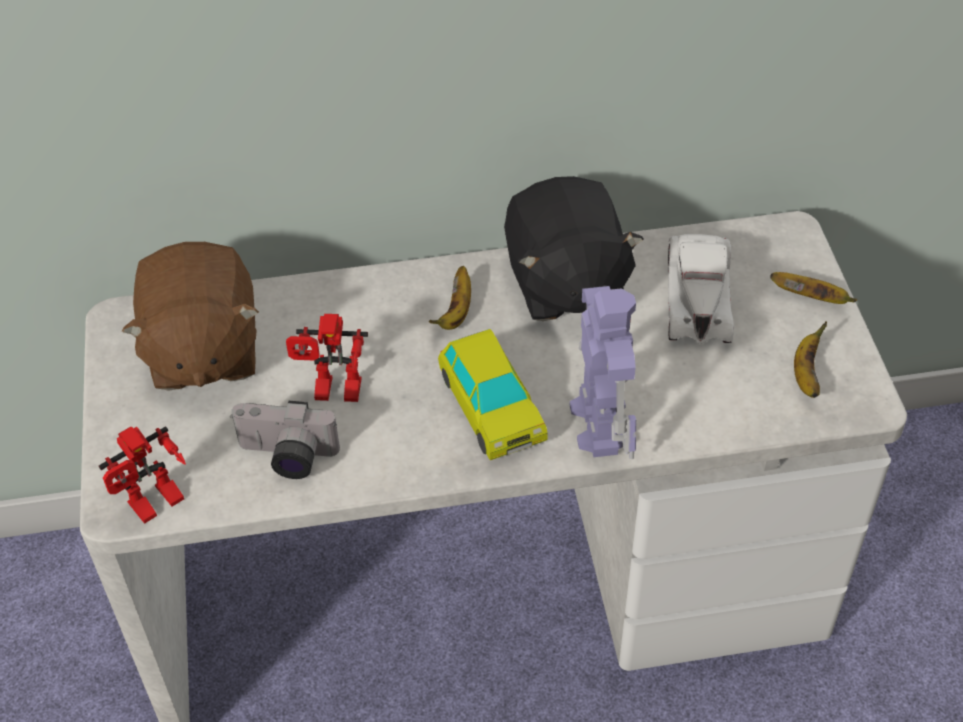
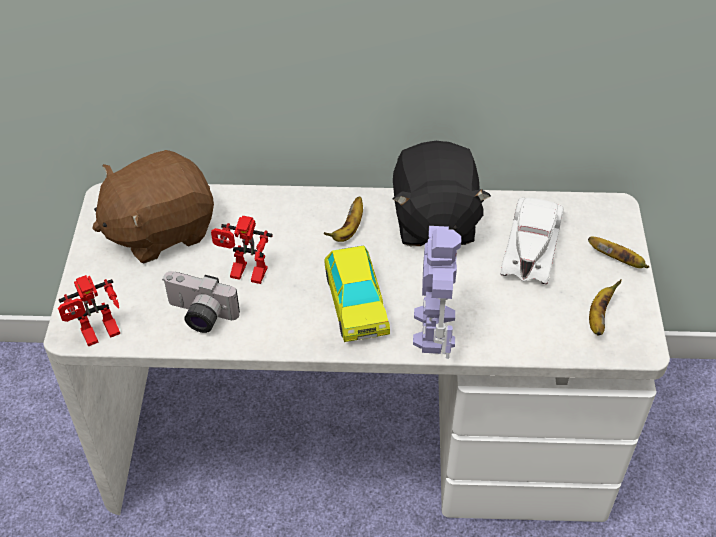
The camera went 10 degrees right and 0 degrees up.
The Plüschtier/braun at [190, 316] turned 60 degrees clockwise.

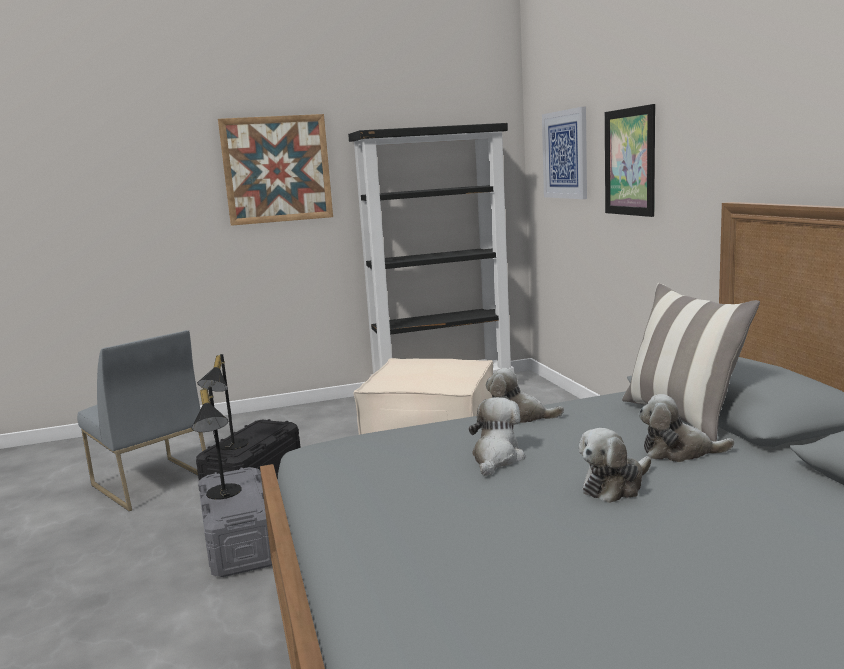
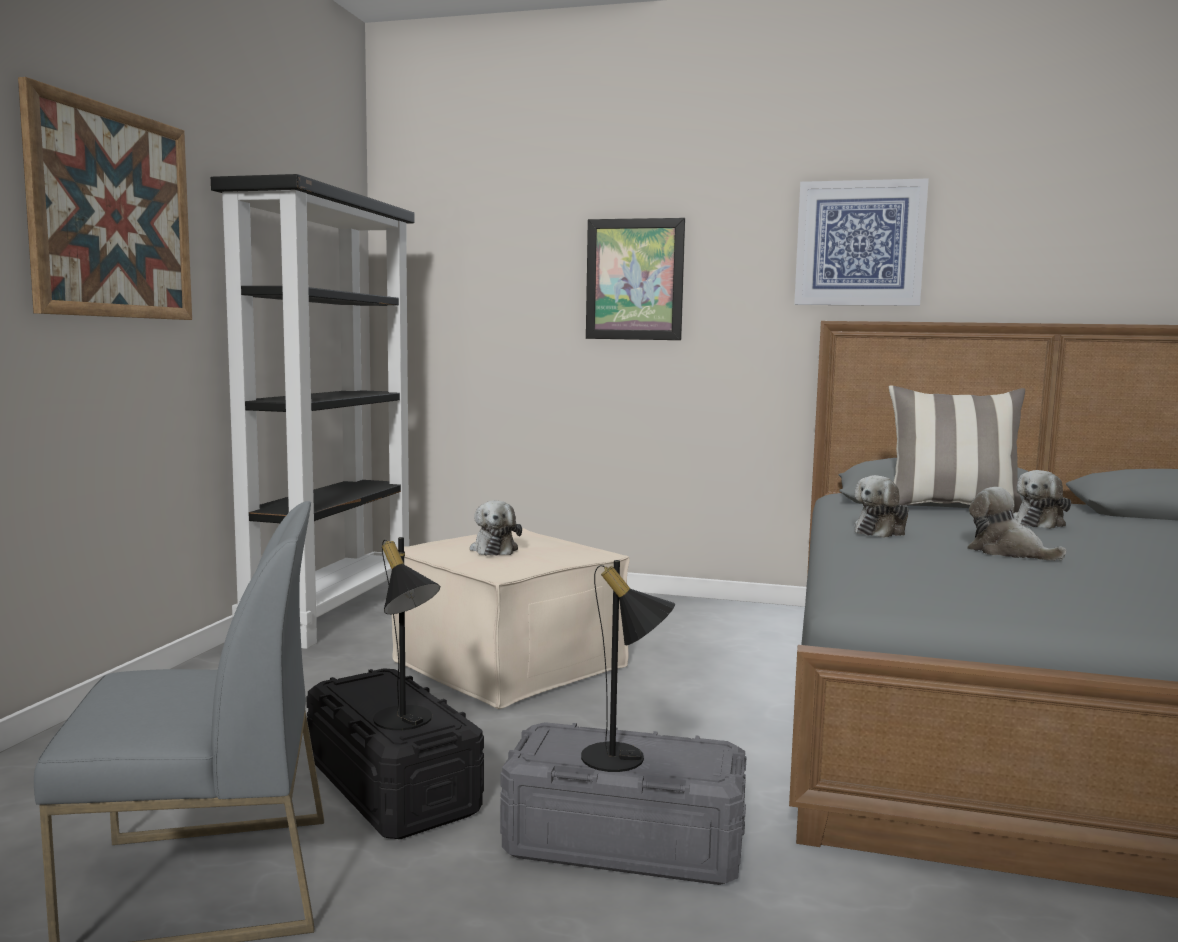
The camera went 60 degrees left and 5 degrees down.
The Bild moved from [564, 153] to [861, 242].
The Plüschtier moved from [615, 465] to [496, 527].

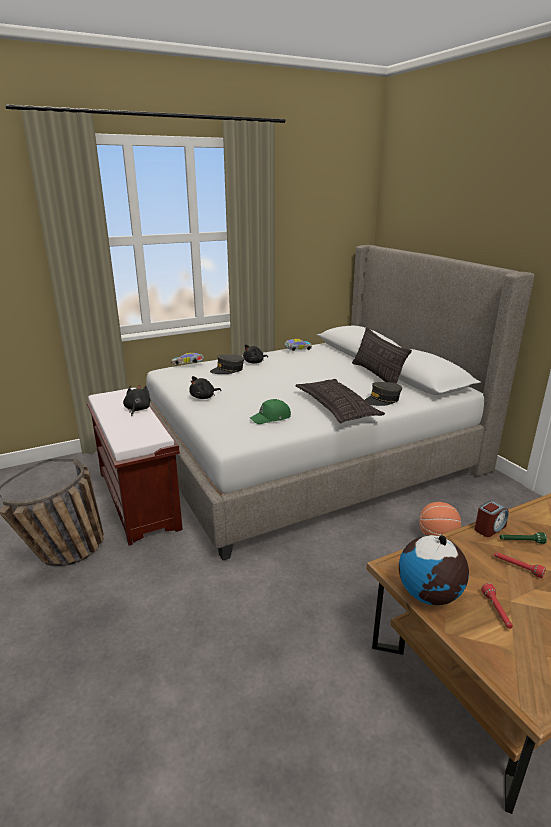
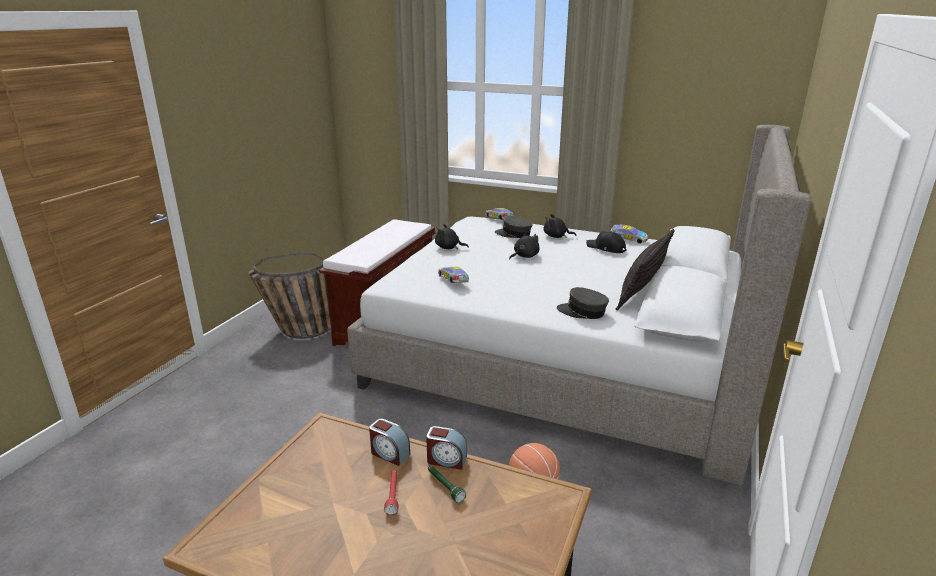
The camera went 50 degrees right and 0 degrees up.
The Kissen at [340, 401] disappeared.
The Plüschtier/schwarz moved from [136, 400] to [524, 245].
The Kappe/grün at [270, 411] was replaced by the Spielzeugauto at [453, 275].
The Globus at [434, 570] disappeared.
The Taschenlampe/rot at [497, 606] disappeared.
The Kappe/schwarz at [606, 242] appeared.
The Wecker at [389, 442] appeared.

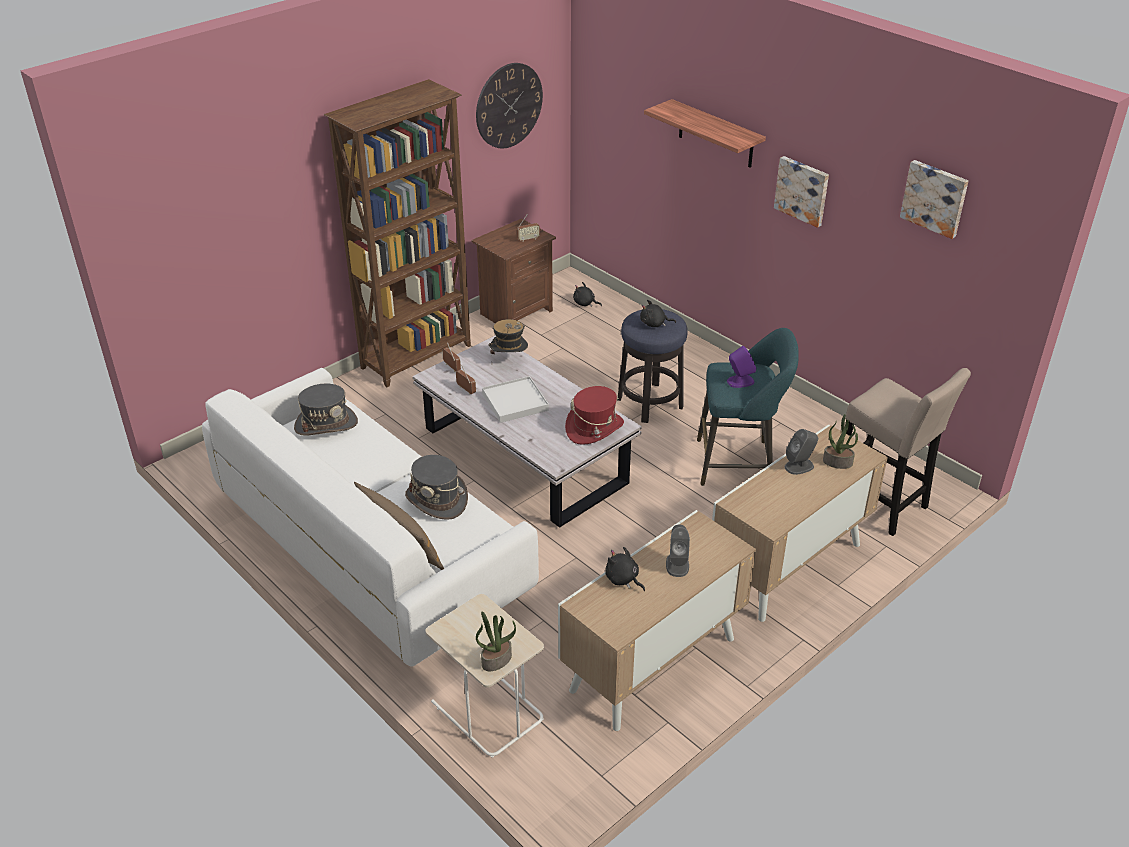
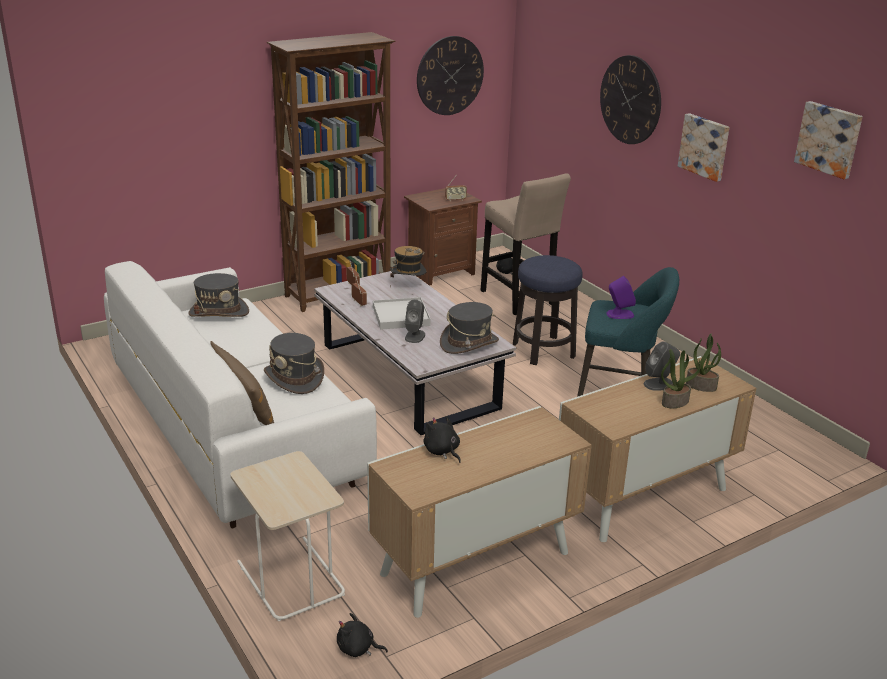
The camera went 10 degrees right and 10 degrees down.
The Wandregal at [705, 133] was replaced by the Wanduhr at [630, 99].
The Plüschtier/schwarz moved from [658, 313] to [362, 635].
The Hocker/beige moved from [908, 452] to [526, 244].
The Hut/rot at [594, 415] became the Hut/grau at [469, 328].
The Lautsprecher/grau moved from [678, 551] to [415, 321].
The Topfpflanze moved from [496, 641] to [681, 378].

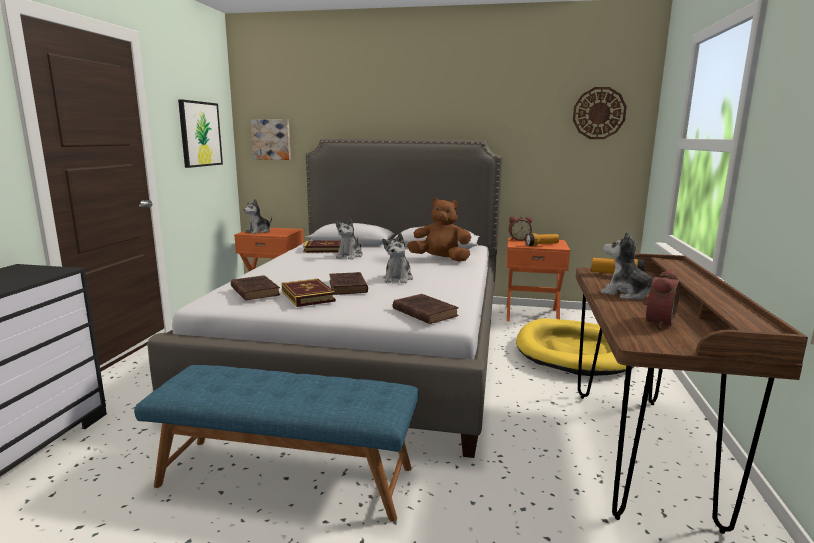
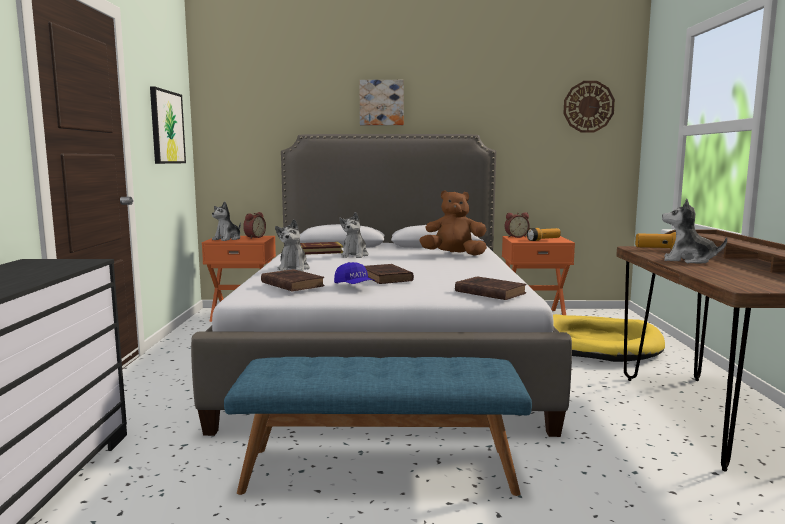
The camera went 10 degrees left and 5 degrees down.
The Bild moved from [271, 140] to [381, 102].
The Plüschtier moved from [397, 258] to [292, 245].
The Wecker moved from [661, 299] to [254, 225].
The Buch at [308, 293] was replaced by the Kappe/blau at [354, 273].

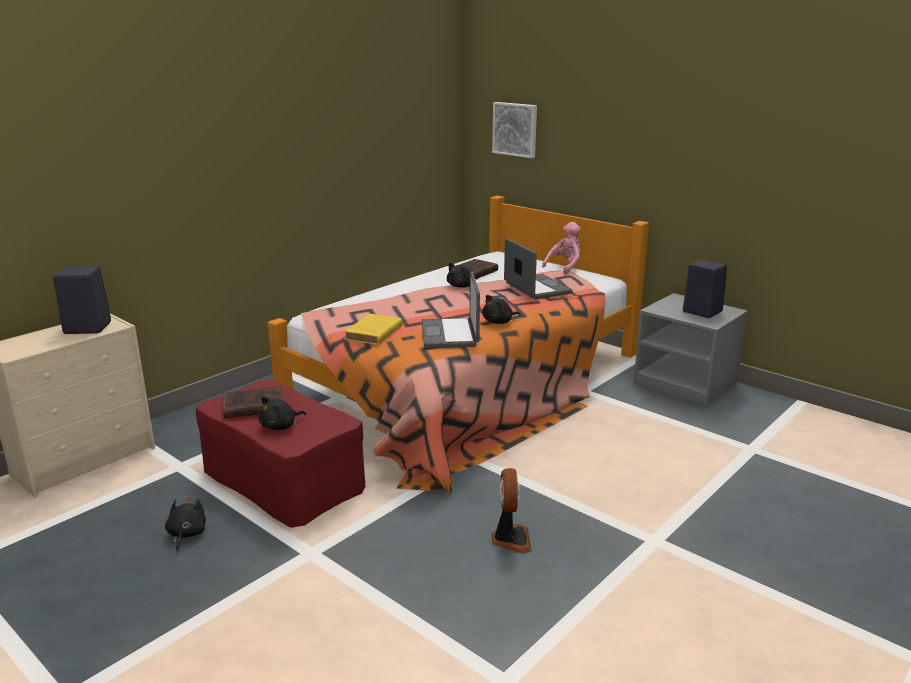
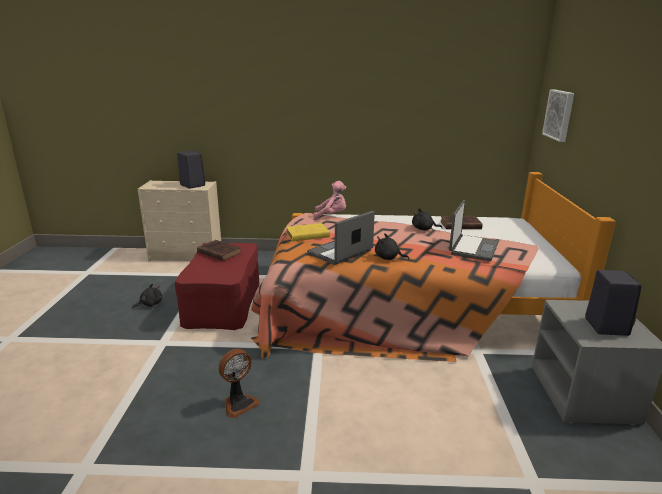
The camera went 50 degrees right and 0 degrees up.
The Plüschtier/rosa moved from [561, 248] to [330, 200].
The Plüschtier/schwarz at [282, 413] disappeared.

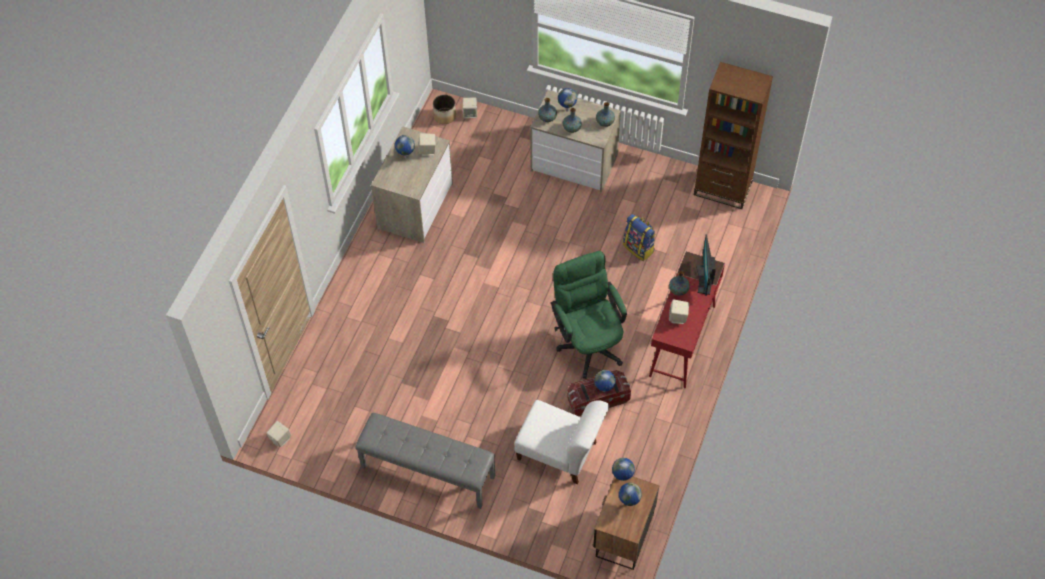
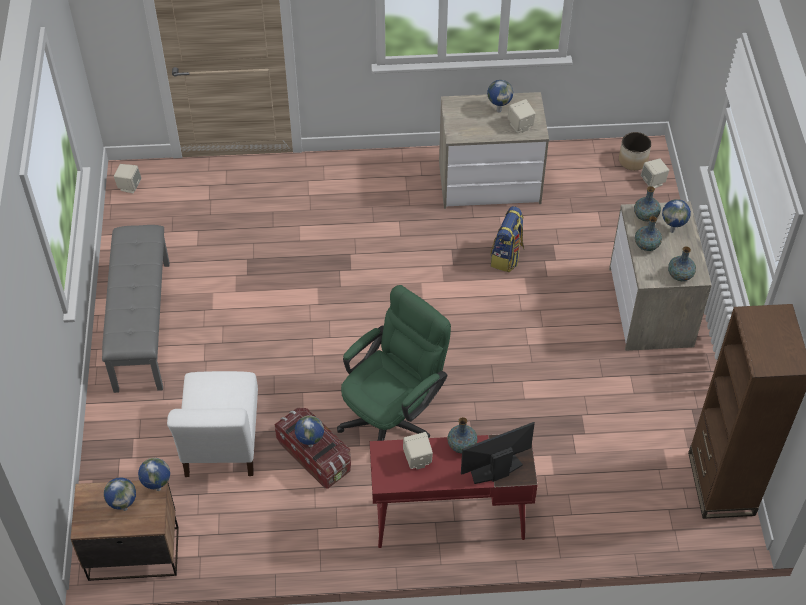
The camera went 65 degrees right and 5 degrees down.
The Rucksack moved from [639, 237] to [507, 239].

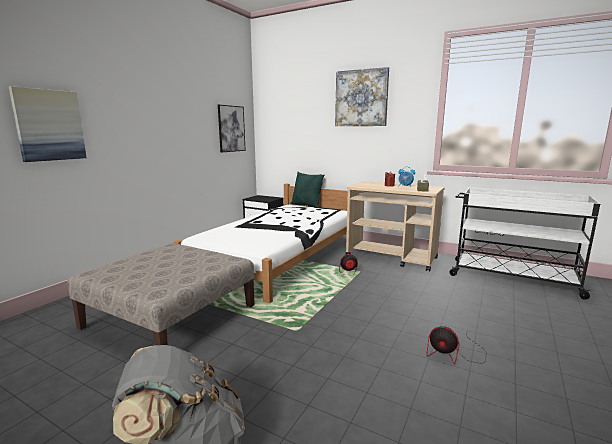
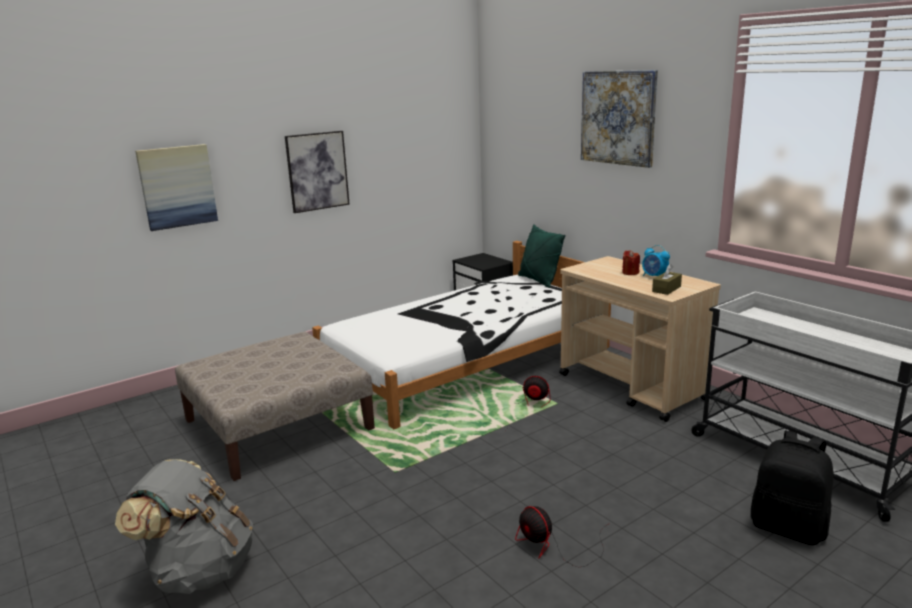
The camera went 25 degrees right and 5 degrees up.
The Bild moved from [232, 128] to [317, 172].
The Rucksack/schwarz at [792, 488] appeared.

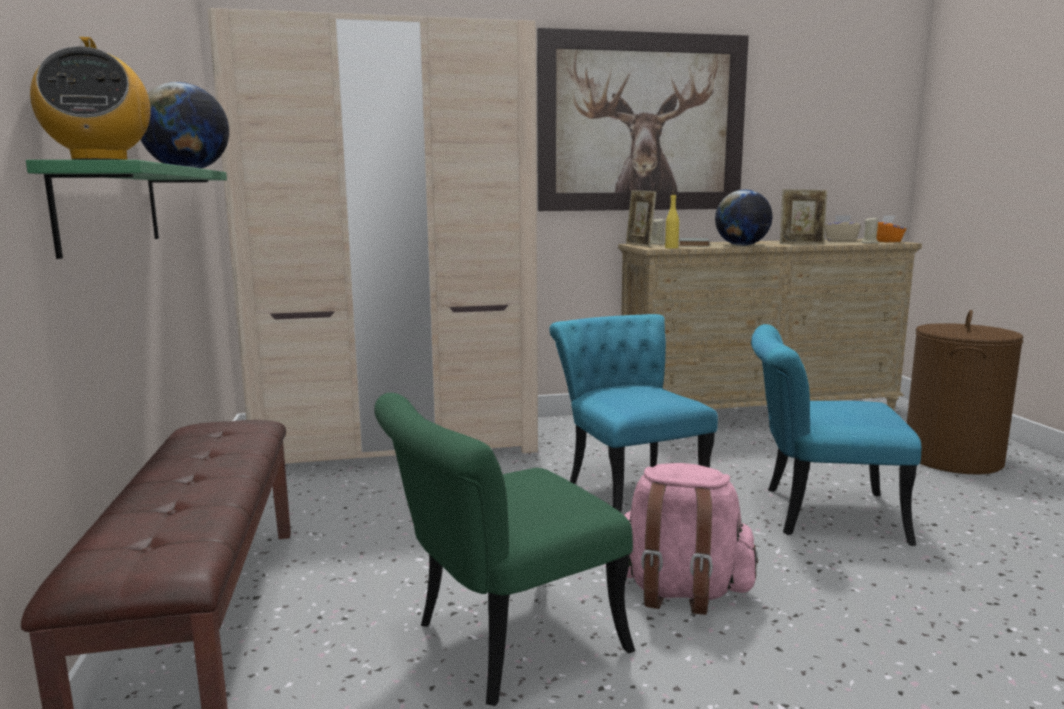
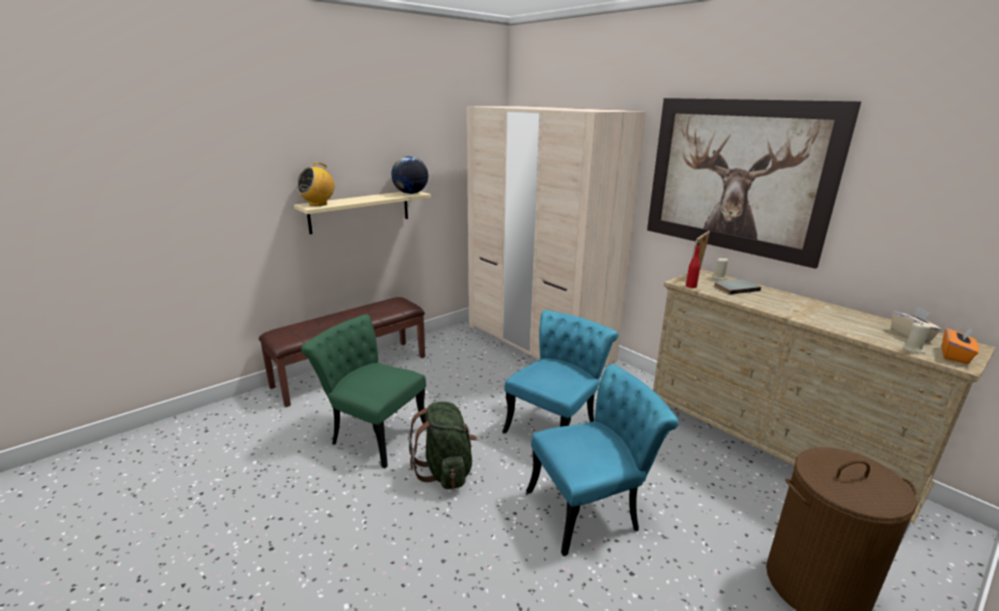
The camera went 60 degrees right and 10 degrees up.
The Wandregal/grün at [126, 209] became the Wandregal/beige at [362, 212].
The Globus at [743, 217] disappeared.
The Bilderrahmen at [803, 216] disappeared.
The Flasche/gelb at [672, 219] became the Flasche/rot at [693, 265].
The Stuhl/türkis at [836, 435] turned 90 degrees clockwise.
The Rucksack/rosa at [691, 539] became the Rucksack/grün at [442, 445].

